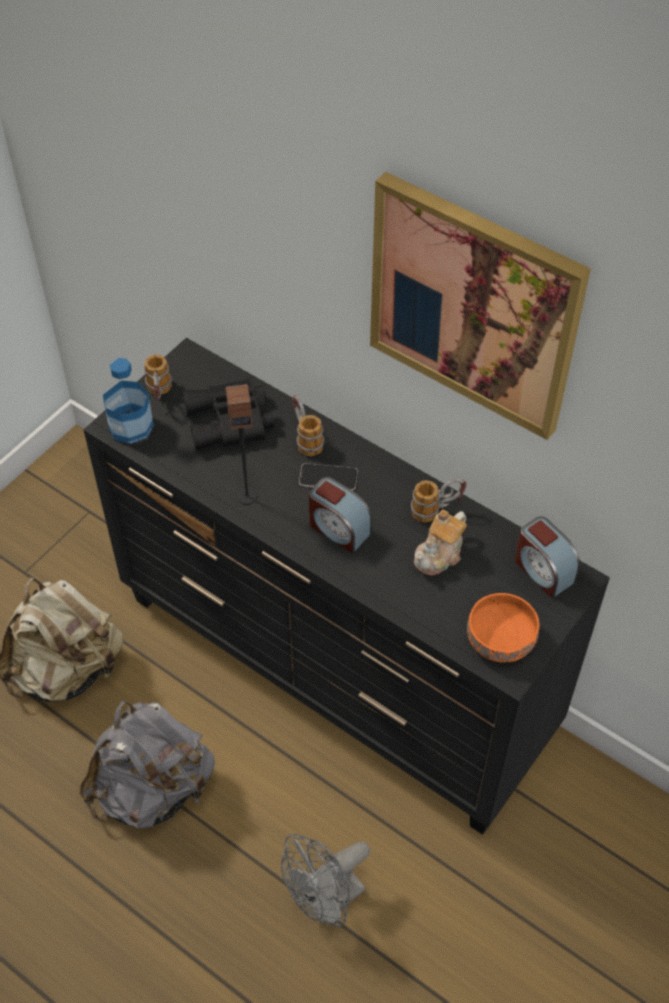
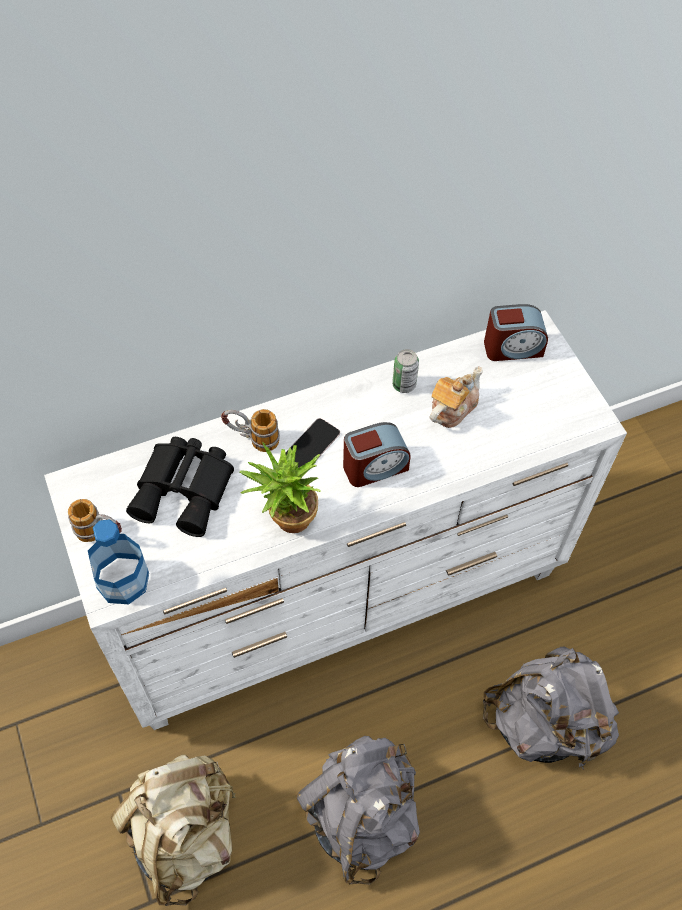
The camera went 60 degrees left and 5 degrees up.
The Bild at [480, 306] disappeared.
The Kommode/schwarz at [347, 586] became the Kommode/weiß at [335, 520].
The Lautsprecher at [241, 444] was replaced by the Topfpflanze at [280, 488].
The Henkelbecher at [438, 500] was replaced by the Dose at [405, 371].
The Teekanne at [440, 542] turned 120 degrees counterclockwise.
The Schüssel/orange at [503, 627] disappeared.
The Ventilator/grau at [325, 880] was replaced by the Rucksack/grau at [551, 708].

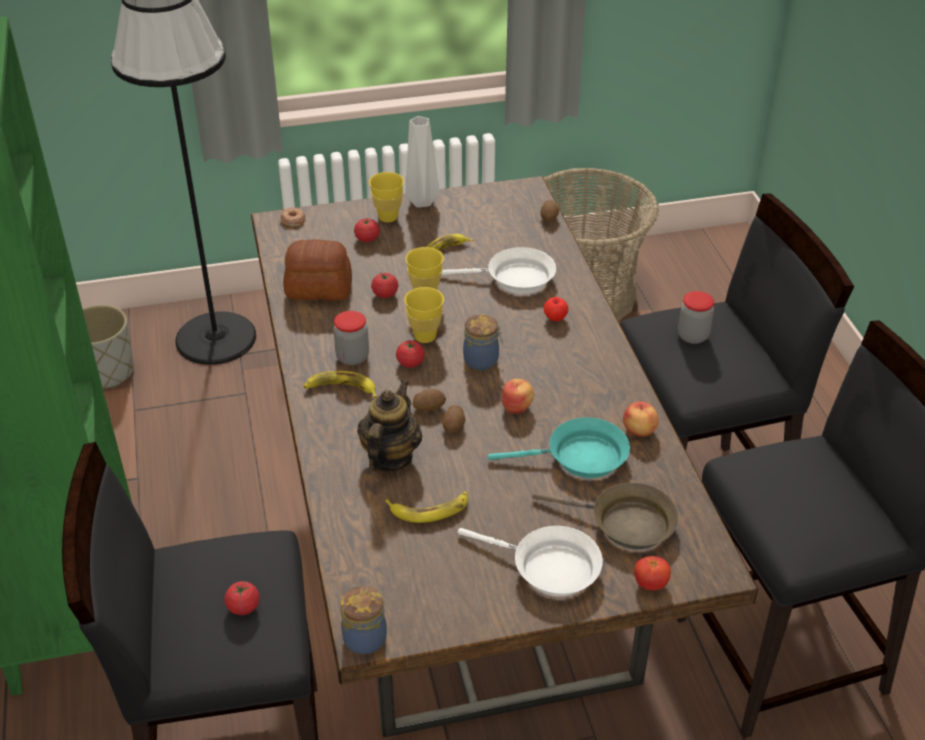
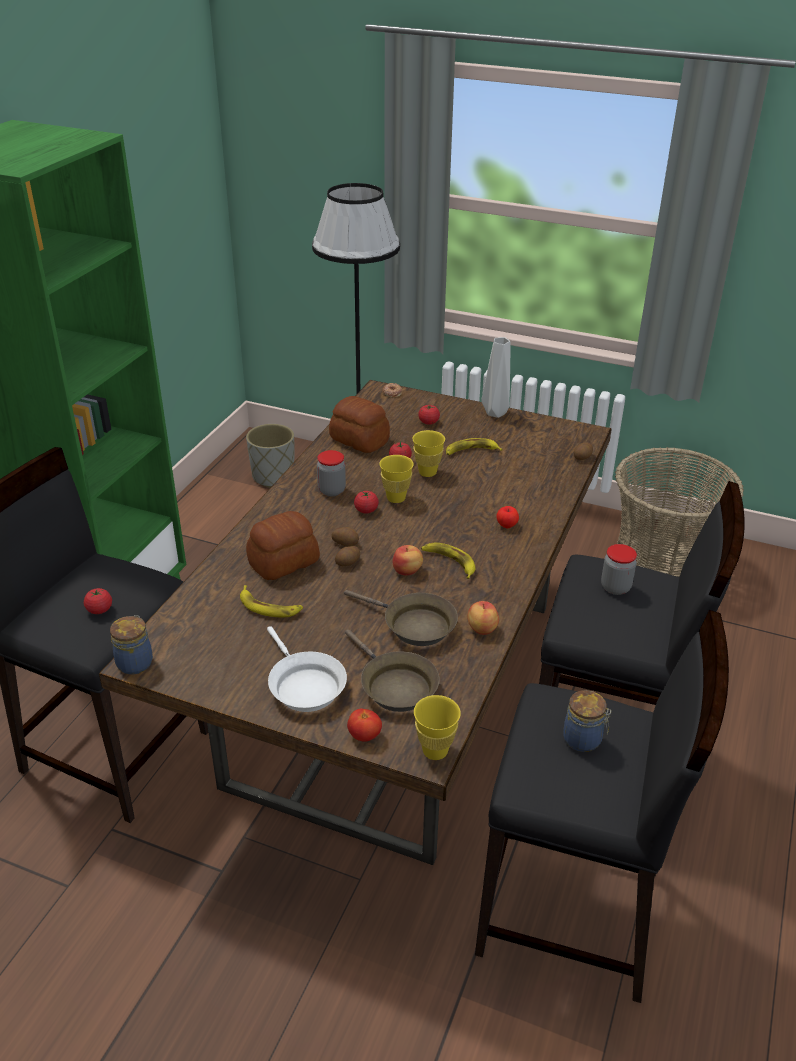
The camera went 35 degrees right and 5 degrees down.
The Tasse/gelb moved from [386, 197] to [437, 727].
The Pfanne/weiß at [498, 270] disappeared.
The Vorratsglas moved from [483, 342] to [587, 721].
The Banane moved from [340, 384] to [448, 560].
The Teekanne at [389, 425] was replaced by the Brot at [283, 545].
The Pfanne/türkis at [559, 447] became the Pfanne/braun at [401, 618].

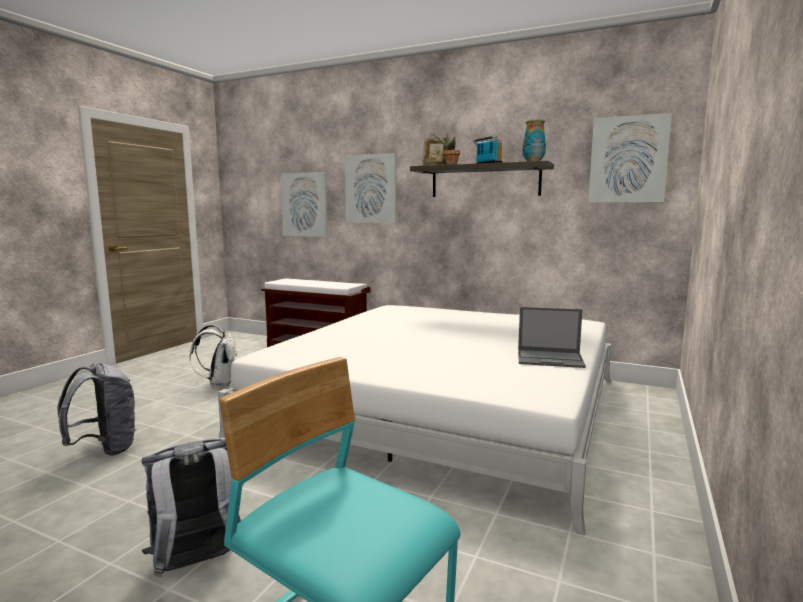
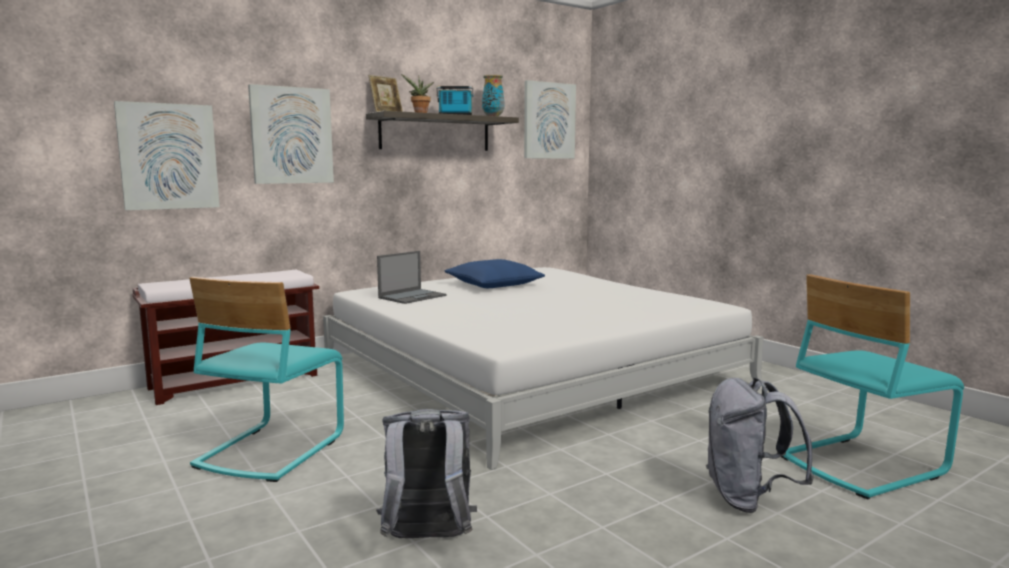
The camera went 60 degrees left and 0 degrees up.
The Laptop moved from [552, 337] to [412, 277].
The Rucksack/weiß at [213, 355] was replaced by the Stuhl/türkis at [266, 379].
The Kissen/blau at [495, 273] appeared.

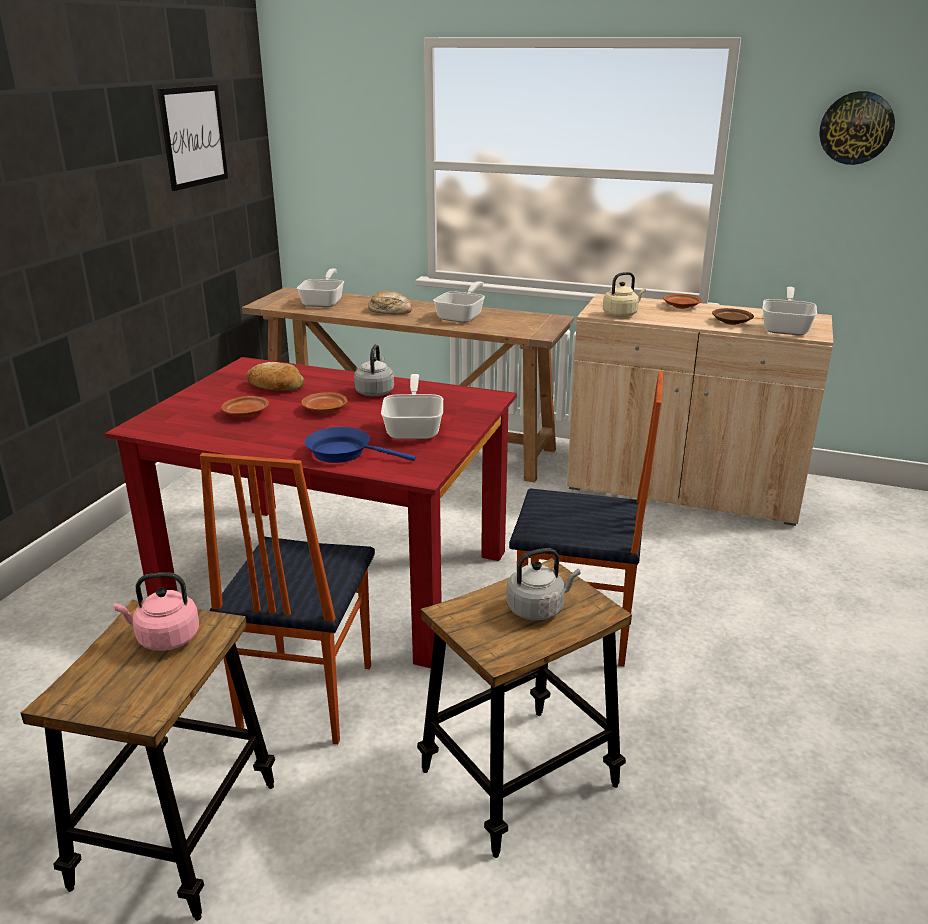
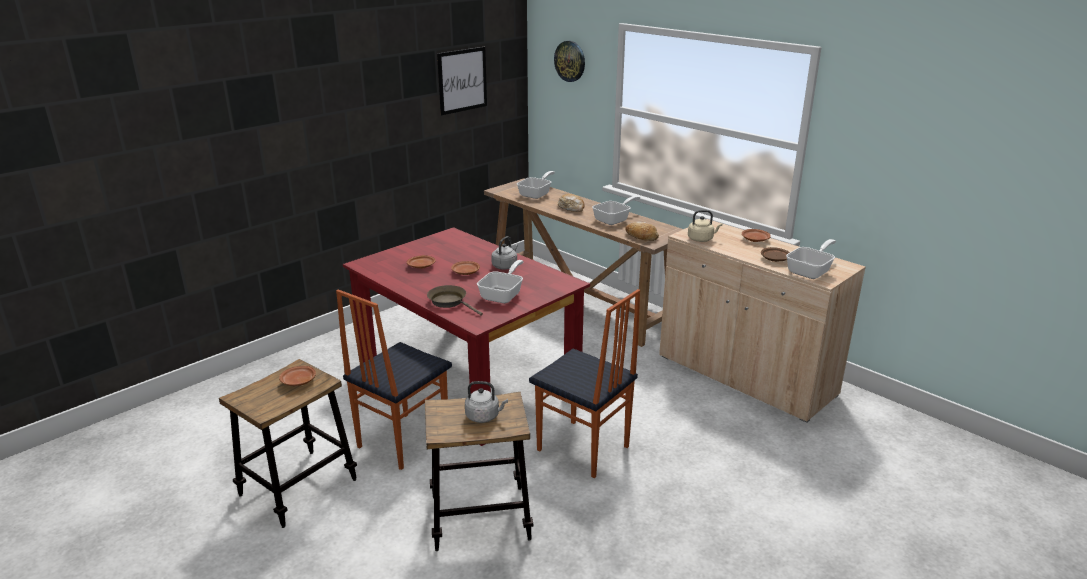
The camera went 25 degrees right and 0 degrees up.
The Wanduhr moved from [857, 128] to [569, 61].
The Brot moved from [275, 376] to [642, 231].
The Pfanne/blau at [360, 445] became the Pfanne/braun at [455, 300].
The Wasserkessel/rosa at [156, 611] was replaced by the Teller/braun at [297, 376].

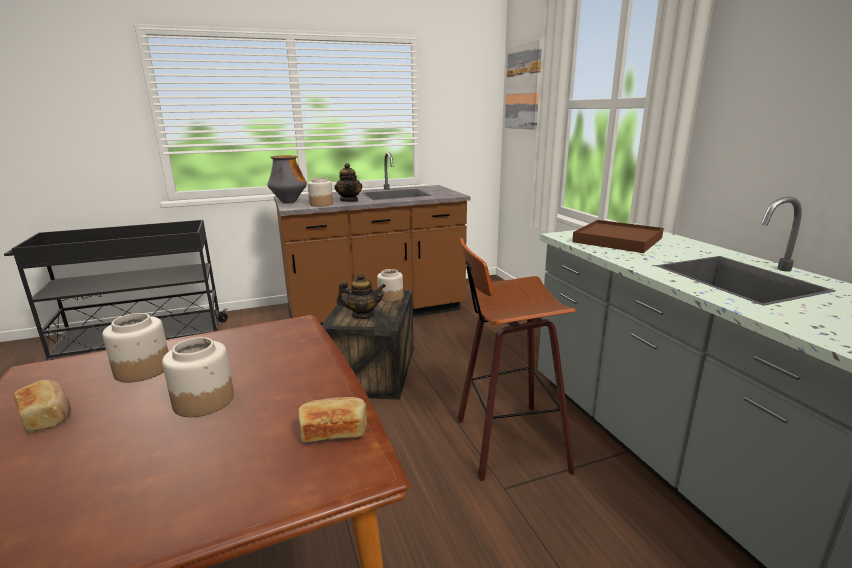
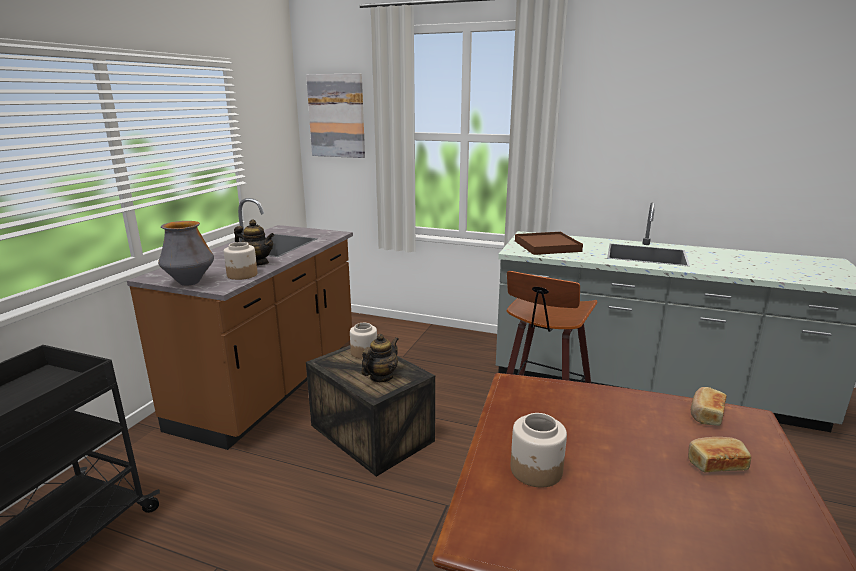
The camera went 50 degrees left and 0 degrees up.
The Vorratsglas at [198, 377] disappeared.
The Brot moved from [42, 406] to [719, 454].

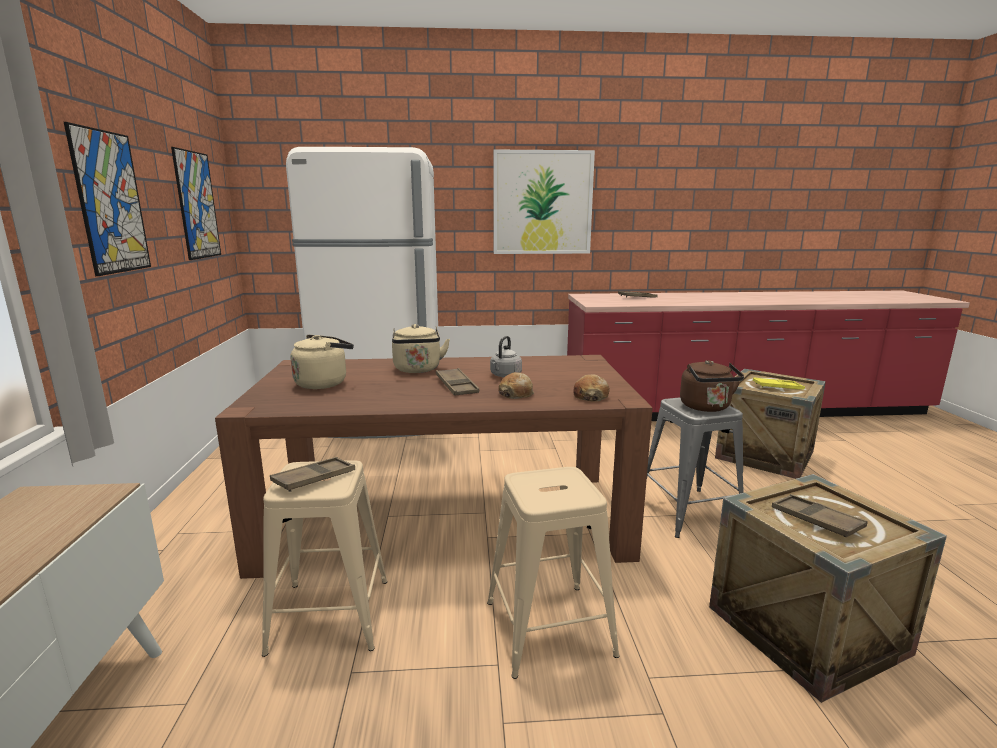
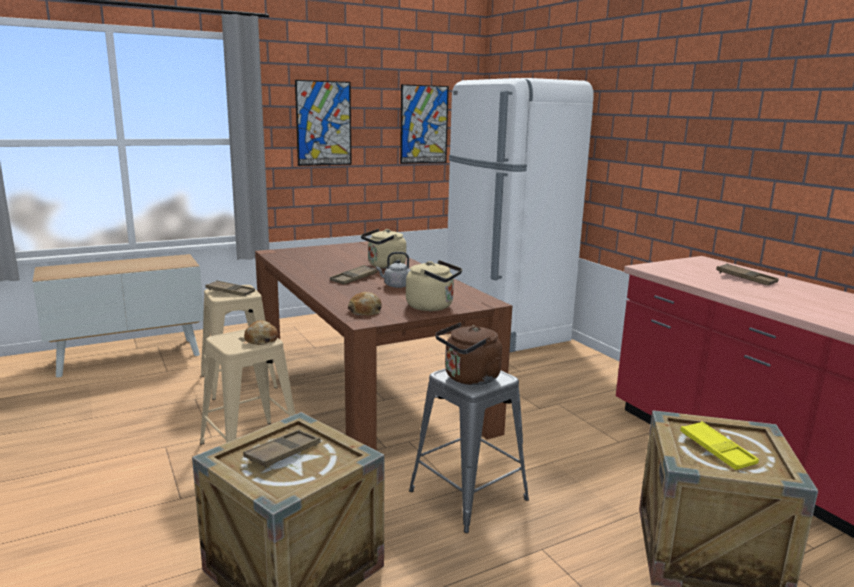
The camera went 65 degrees right and 0 degrees up.
The Bild at [544, 202] disappeared.
The Wasserkessel/beige moved from [322, 362] to [434, 285].
The Brot moved from [516, 385] to [261, 332].

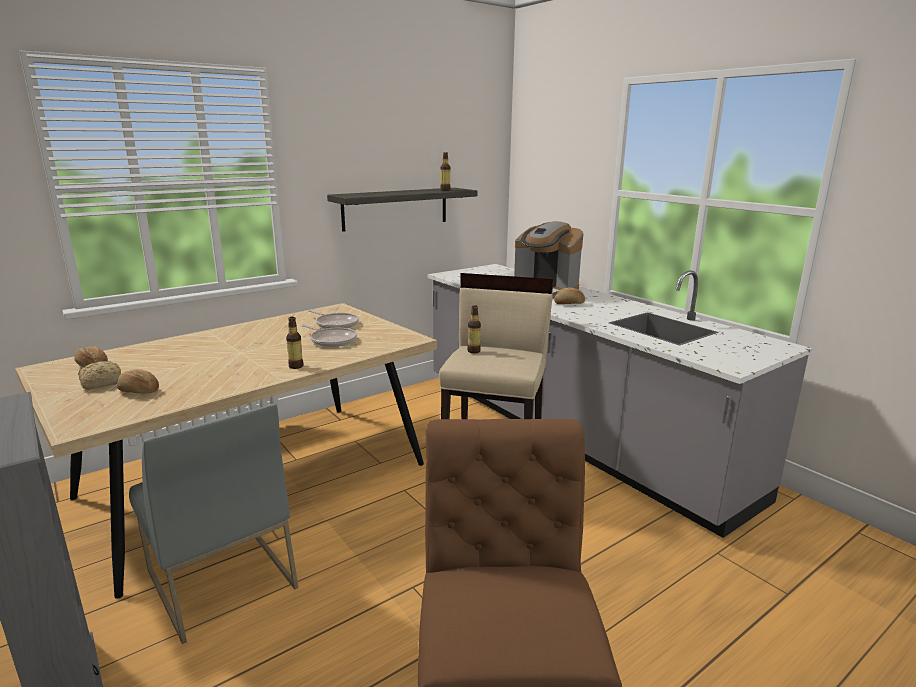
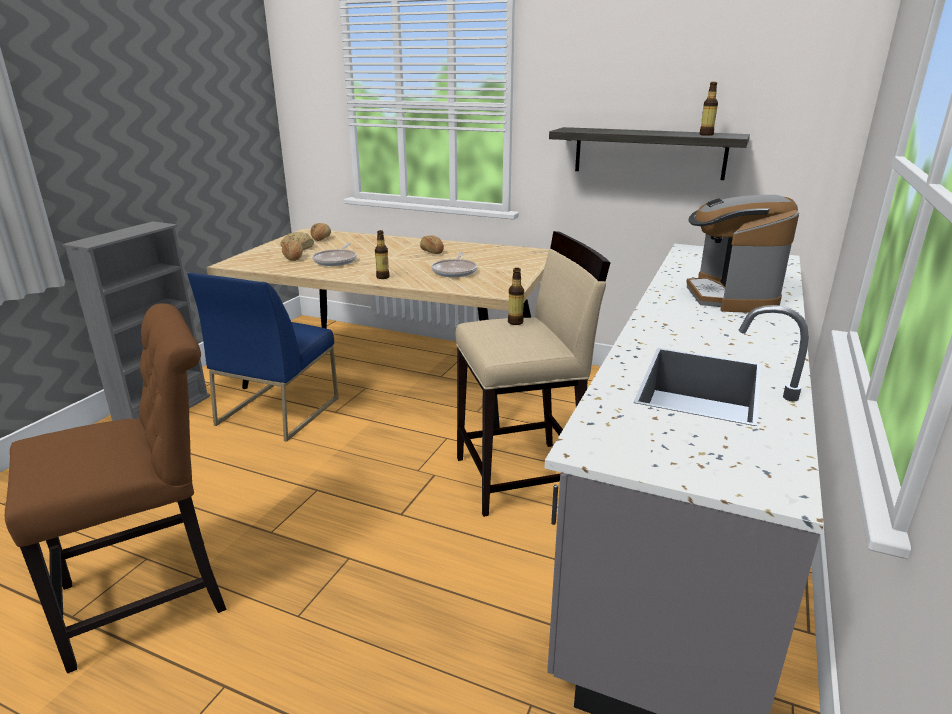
The camera went 60 degrees right and 5 degrees up.
The Brot moved from [569, 296] to [432, 244].
The Pfanne moved from [333, 319] to [334, 254].
The Stuhl/grau at [213, 524] became the Stuhl/blau at [262, 357].

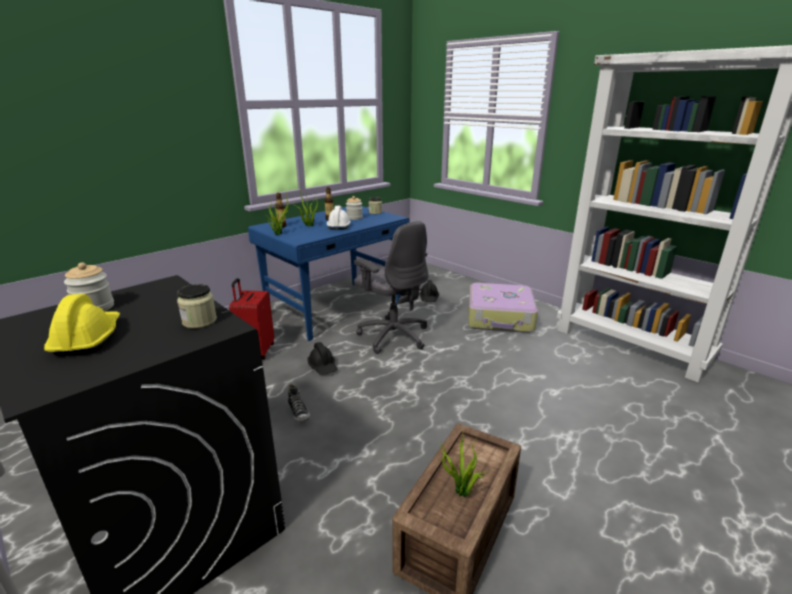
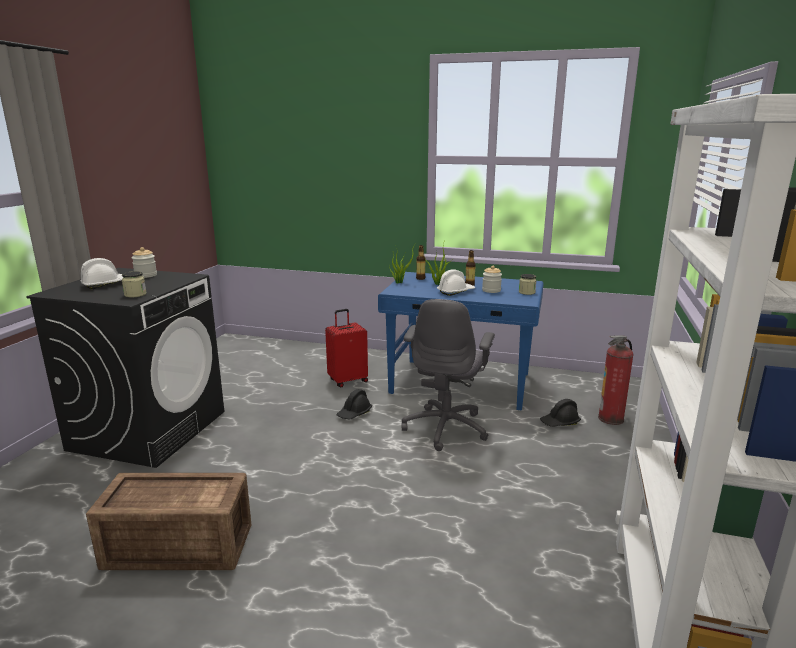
The camera went 60 degrees right and 5 degrees down.
The Koffer at [503, 308] disappeared.
The Schutzhelm/gelb at [82, 324] became the Schutzhelm/weiß at [102, 273].
The Schuh at [299, 403] disappeared.
The Topfpflanze at [462, 466] disappeared.
The Feuerlöscher at [616, 380] appeared.

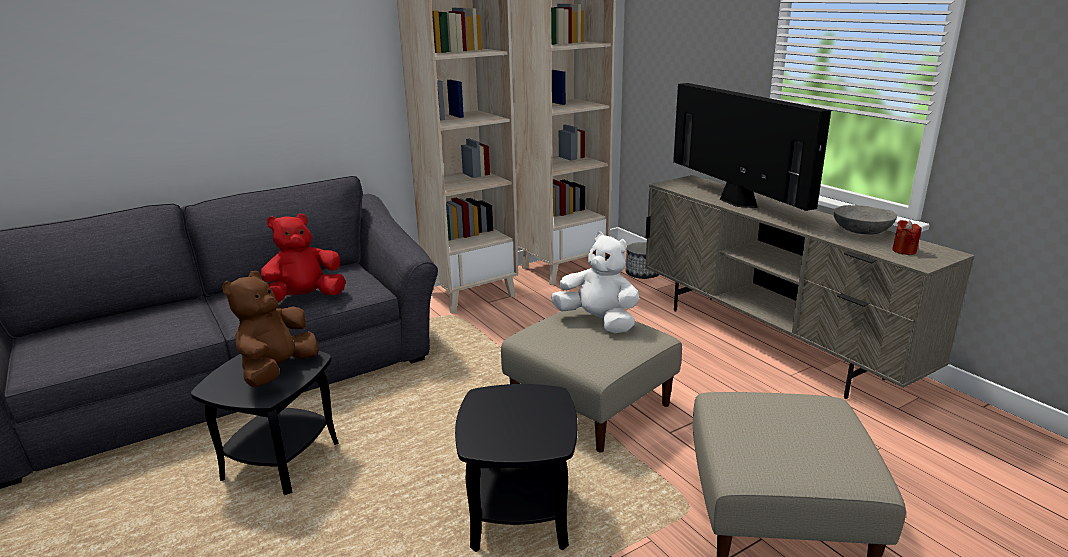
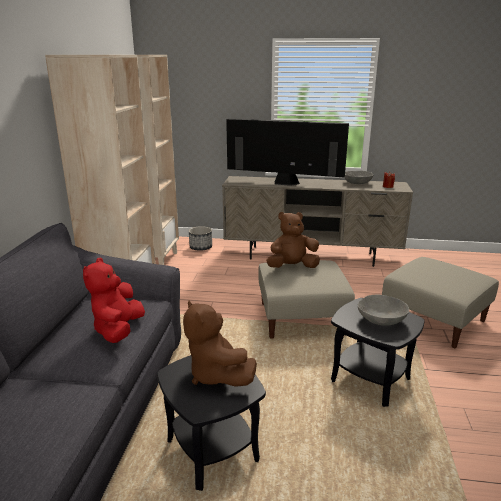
The camera went 50 degrees left and 0 degrees up.
The Plüschtier/weiß at [595, 282] became the Plüschtier/braun at [293, 240].
The Schüssel/grau at [383, 310] appeared.

